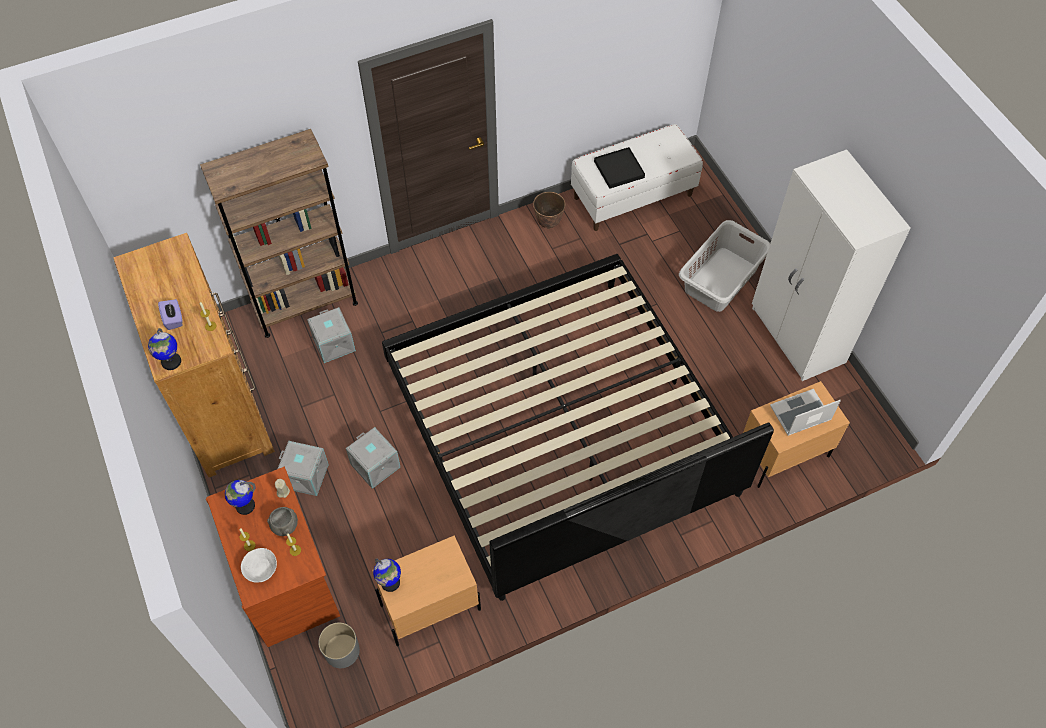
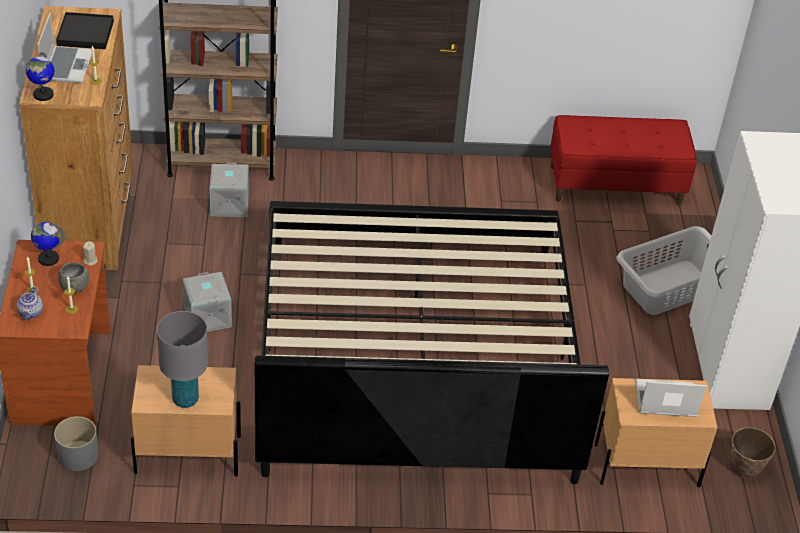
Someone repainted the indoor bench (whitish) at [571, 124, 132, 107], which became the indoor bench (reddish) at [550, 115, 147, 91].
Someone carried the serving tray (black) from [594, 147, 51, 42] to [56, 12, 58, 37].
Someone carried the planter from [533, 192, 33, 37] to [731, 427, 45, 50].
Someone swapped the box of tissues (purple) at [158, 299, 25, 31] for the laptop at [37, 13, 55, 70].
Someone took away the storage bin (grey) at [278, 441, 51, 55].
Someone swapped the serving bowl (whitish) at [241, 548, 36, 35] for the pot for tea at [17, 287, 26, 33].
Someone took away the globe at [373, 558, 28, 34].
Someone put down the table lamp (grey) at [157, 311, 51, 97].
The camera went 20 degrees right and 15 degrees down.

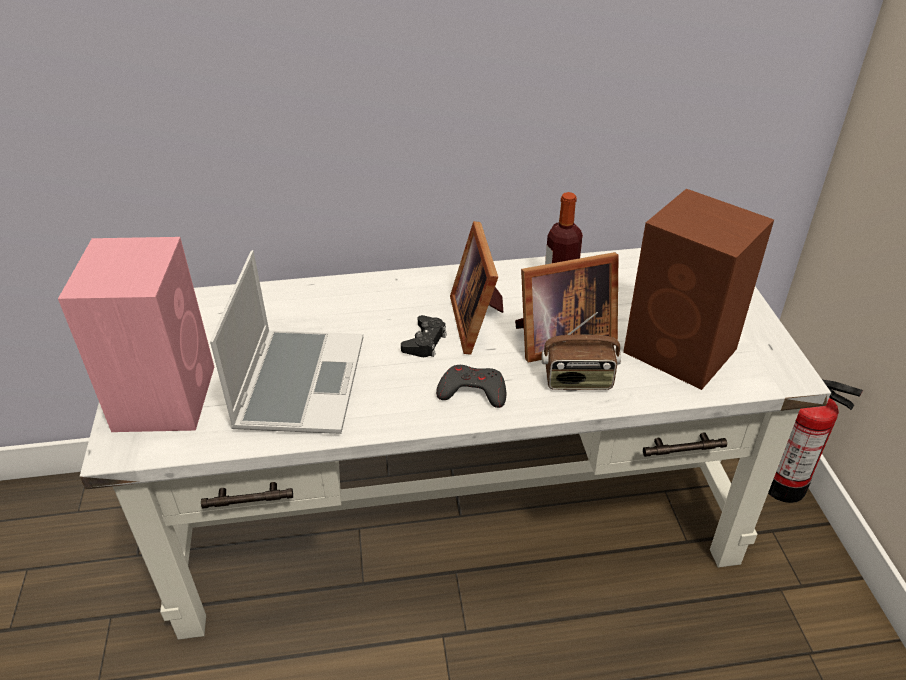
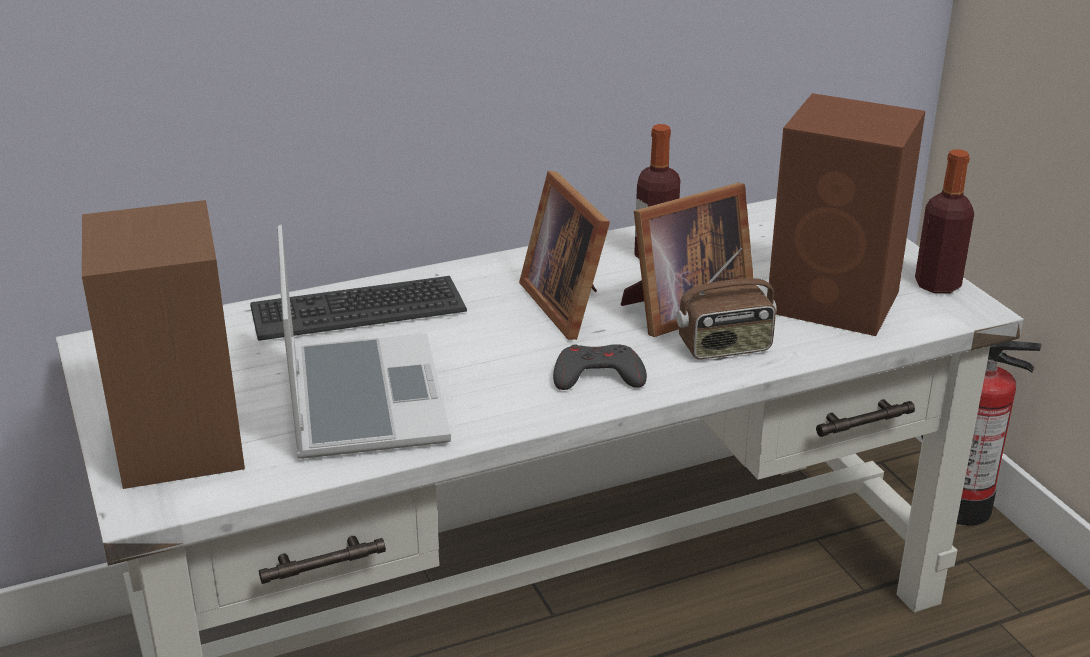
Someone repainted the loudspeaker (pink-coloured) at [58, 237, 156, 195], which became the loudspeaker (brownish) at [82, 200, 163, 289].
Someone took away the joypad (black) at [401, 315, 46, 42].
Someone put down the bottle at [915, 149, 59, 144].
Someone put down the PC keyboard at [250, 276, 217, 65].
The camera went 15 degrees left and 10 degrees down.

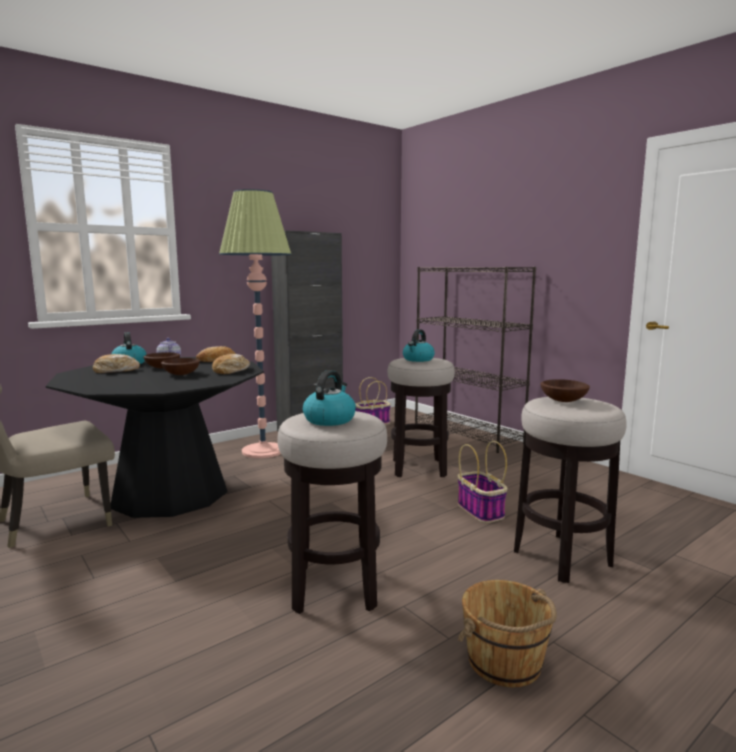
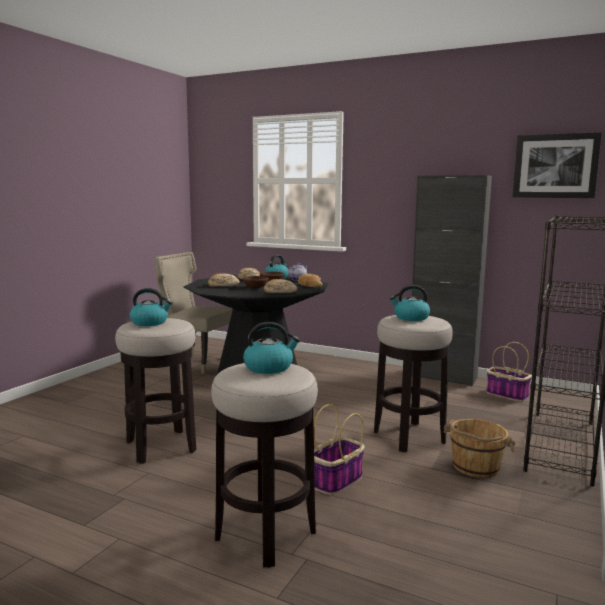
Someone took away the standard lamp at [219, 189, 72, 269].
Someone swapped the serving bowl (brownish) at [540, 379, 50, 23] for the tea kettle at [243, 322, 57, 52].
Someone carried the water bucket (brownish) from [458, 580, 99, 108] to [443, 419, 72, 59].
Someone put up the wall picture at [513, 132, 89, 66].
Someone put down the baked bread at [208, 273, 32, 14].
The camera went 65 degrees right and 0 degrees up.

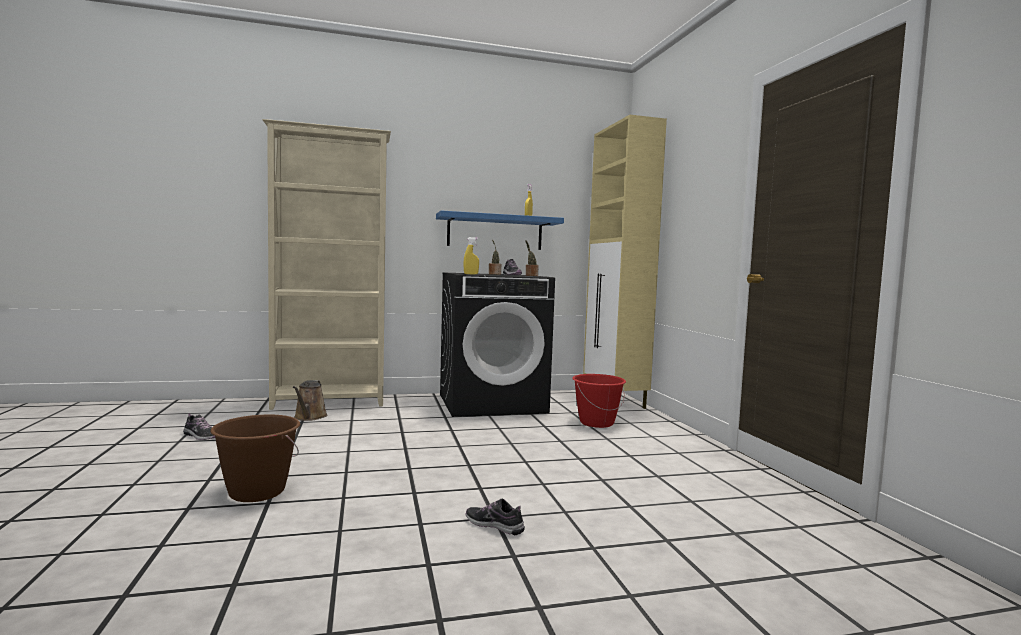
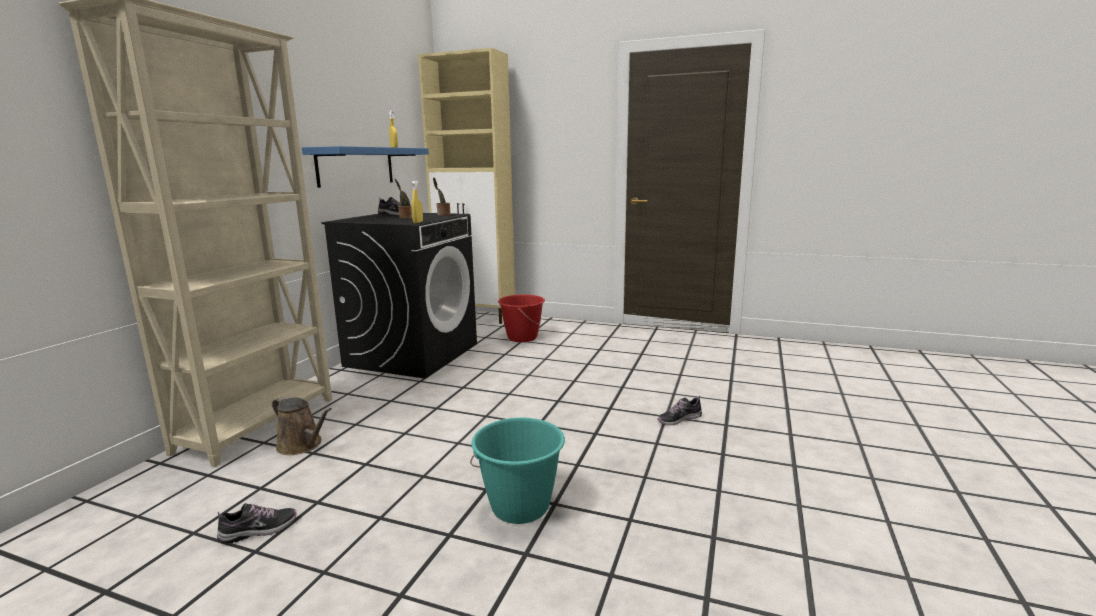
Someone repainted the water bucket (brownish) at [210, 415, 90, 87], which became the water bucket (blue-green) at [470, 418, 95, 106].
The camera went 55 degrees left and 10 degrees up.

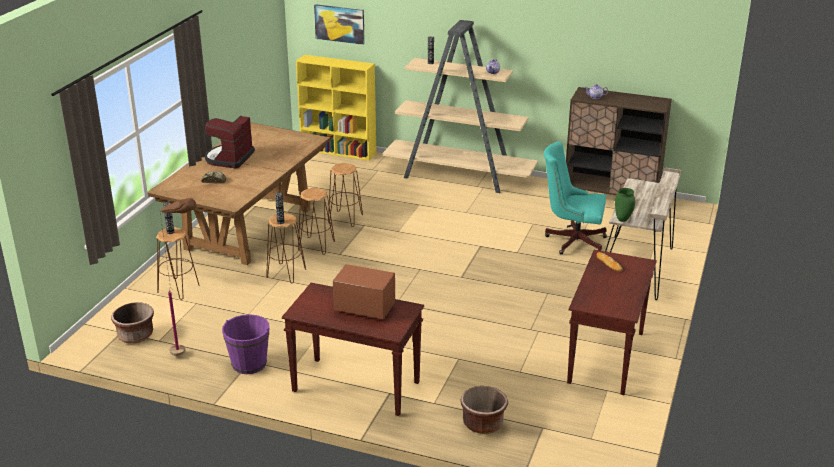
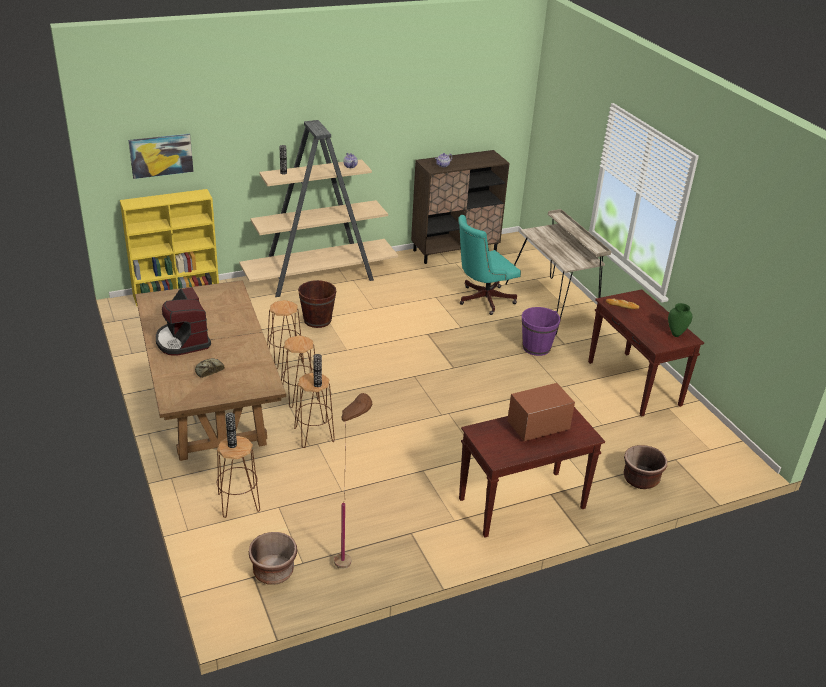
Someone carried the vase (greenish) from [615, 188, 20, 34] to [668, 303, 24, 34].
Someone carried the water bucket (purple) from [222, 314, 48, 60] to [522, 307, 39, 49].
Someone put down the water bucket (brownish) at [298, 280, 38, 48].
The camera went 45 degrees left and 5 degrees up.

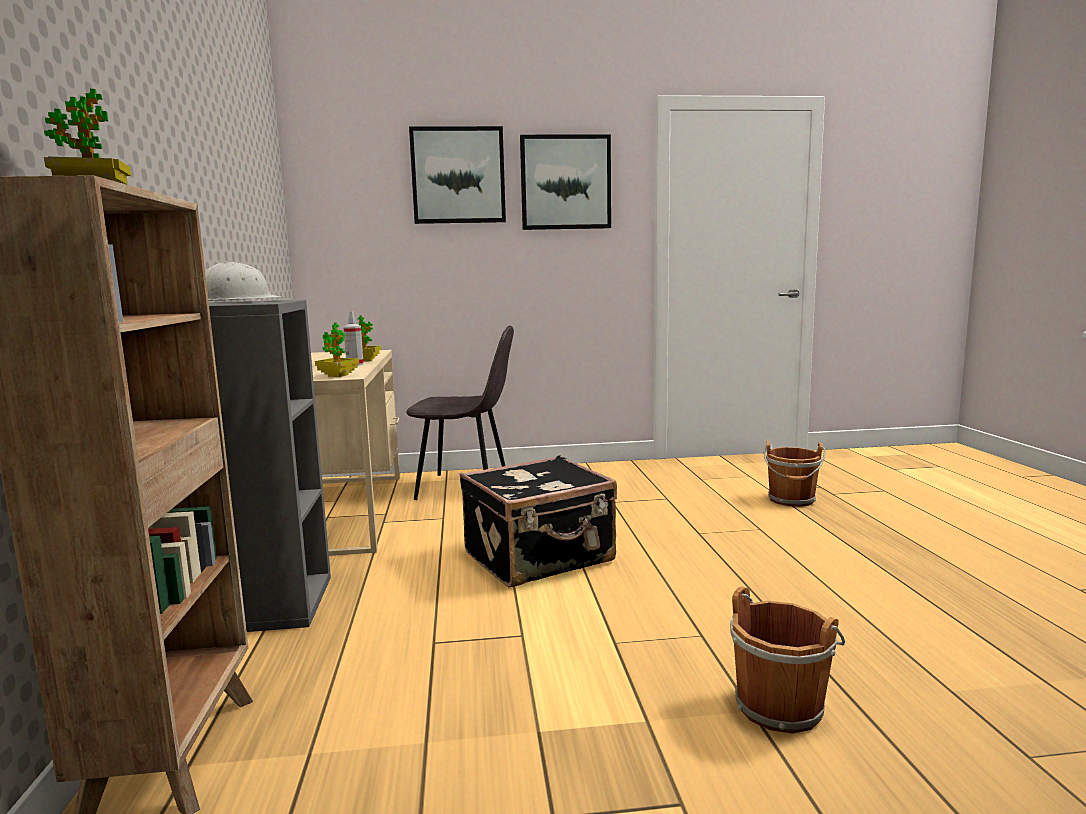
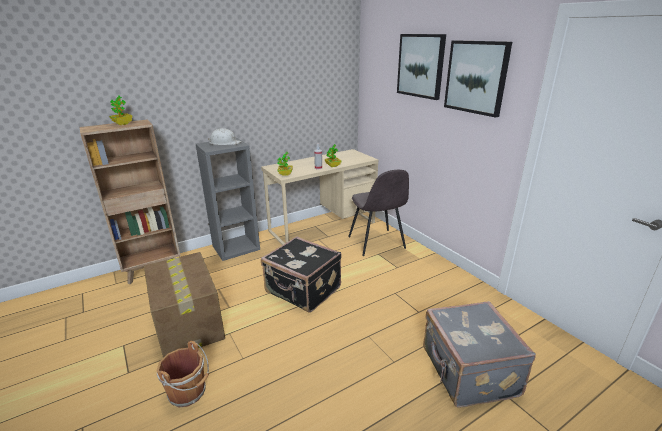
Someone swapped the water bucket (brownish) at [764, 441, 62, 66] for the suitcase (grey) at [423, 301, 113, 107].
Someone put down the packing box at [144, 252, 81, 106].
The camera went 65 degrees right and 15 degrees up.

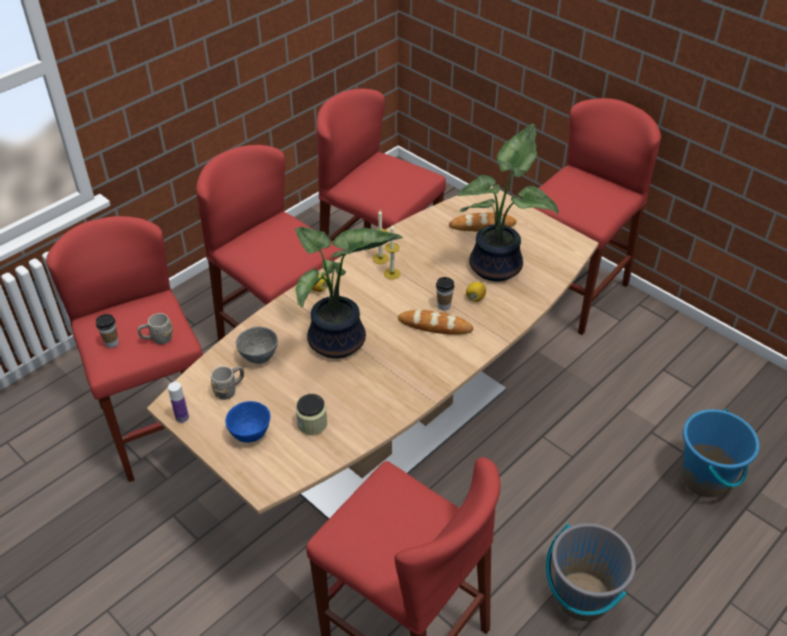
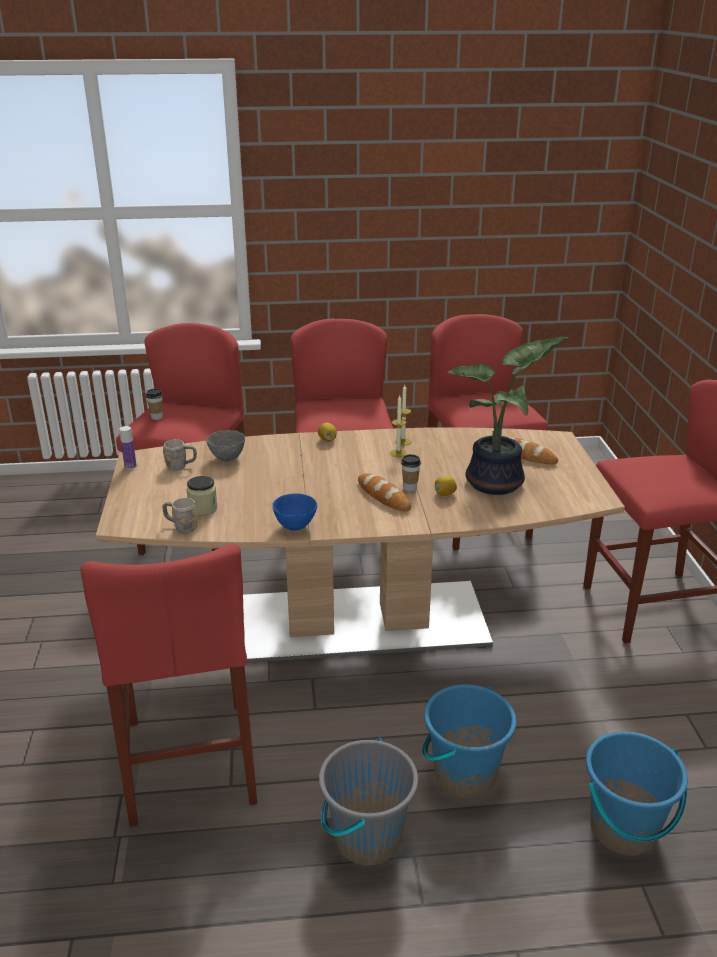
Someone took away the potted plant at [294, 227, 109, 132].
Someone carried the coffee mug (grey) from [137, 313, 36, 32] to [162, 498, 35, 35].
Someone carried the serving bowl (blue-coloured) from [225, 401, 45, 42] to [272, 494, 45, 37].
Someone put down the water bucket (blue-coloured) at [422, 684, 94, 115].
The camera went 40 degrees right and 15 degrees down.

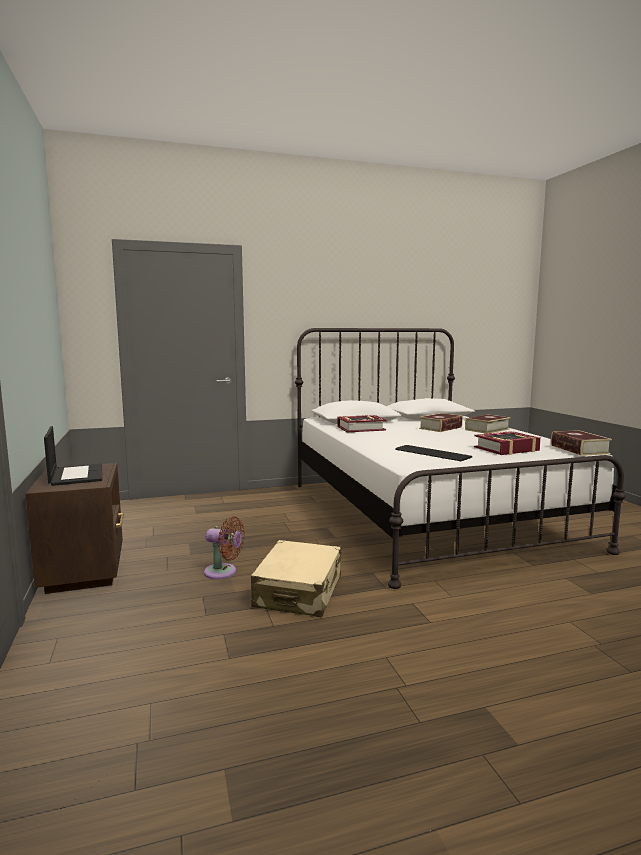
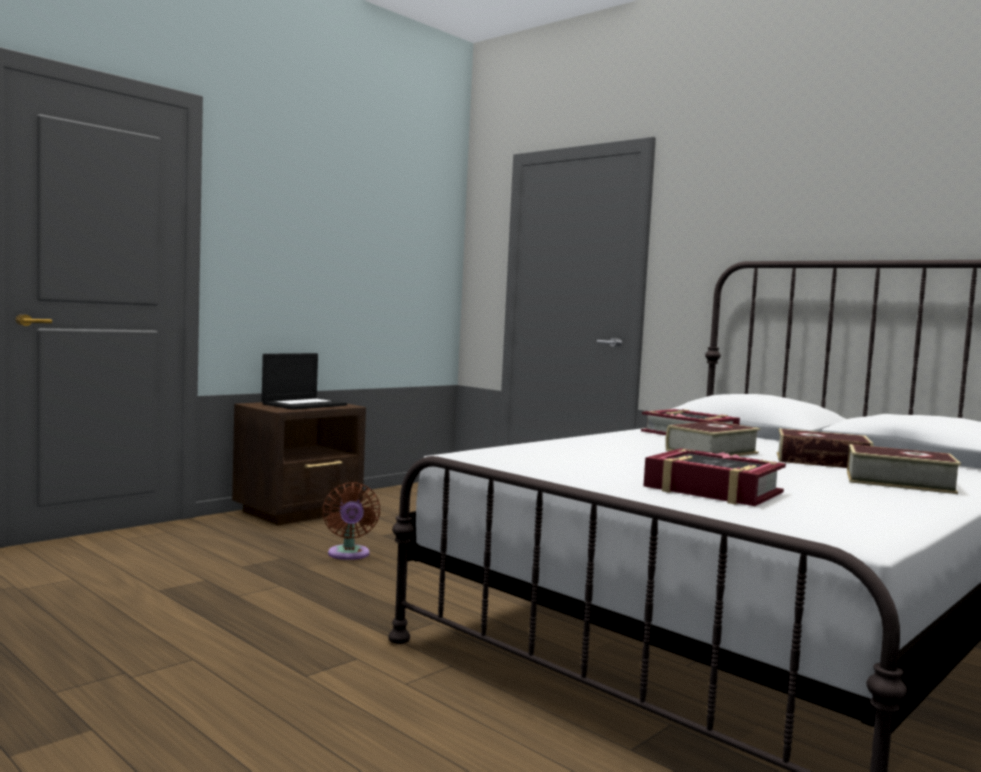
Someone carried the book from [551, 430, 61, 26] to [665, 421, 96, 35].
Someone took away the PC keyboard at [395, 445, 78, 16].
Someone took away the suitcase (beige-coloured) at [251, 540, 90, 77].
The camera went 60 degrees right and 5 degrees down.

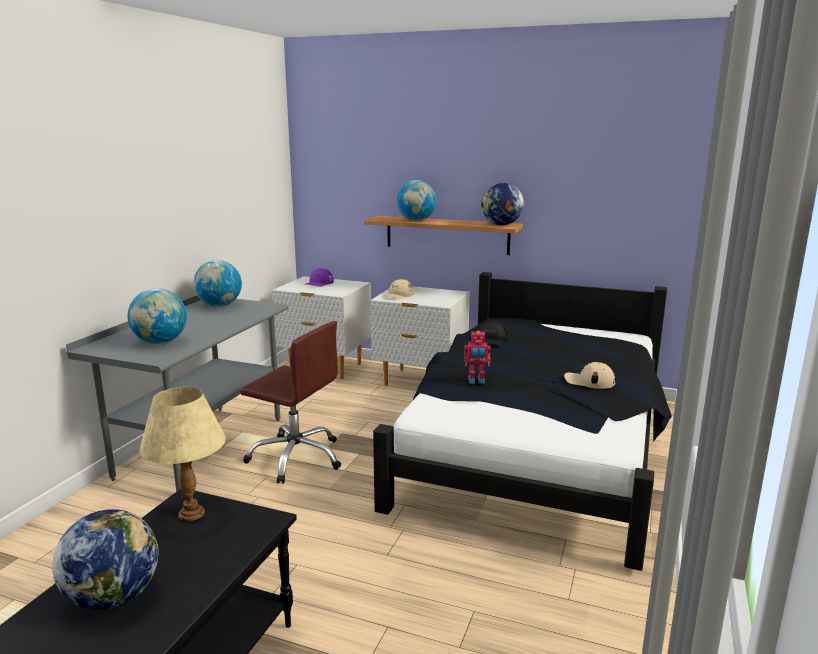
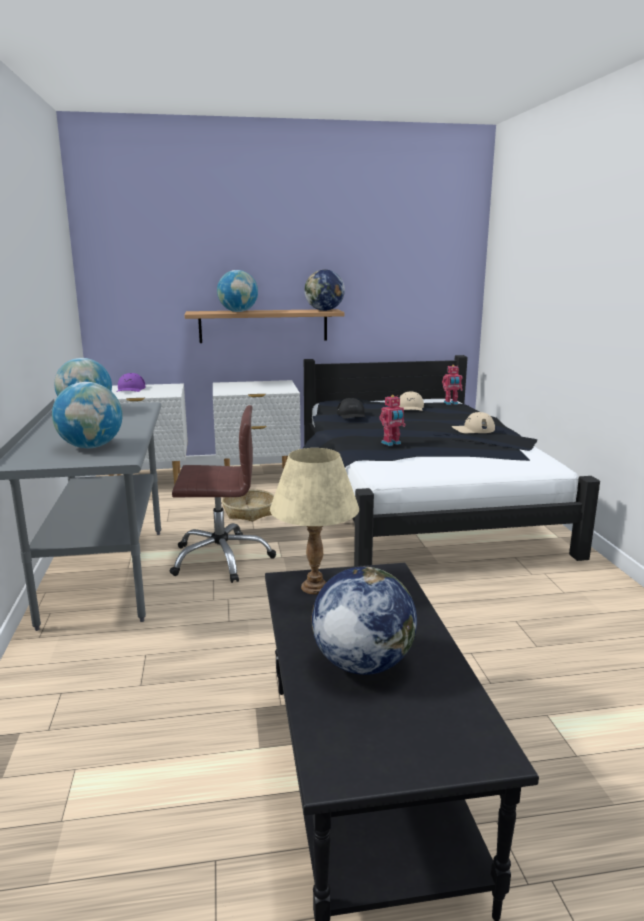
Someone carried the baseball cap (beige-coloured) from [384, 279, 30, 20] to [398, 391, 26, 20].
Someone put down the toy robot at [442, 365, 21, 40].
Someone put down the storage basket at [222, 489, 52, 33].
The camera went 30 degrees left and 0 degrees up.

